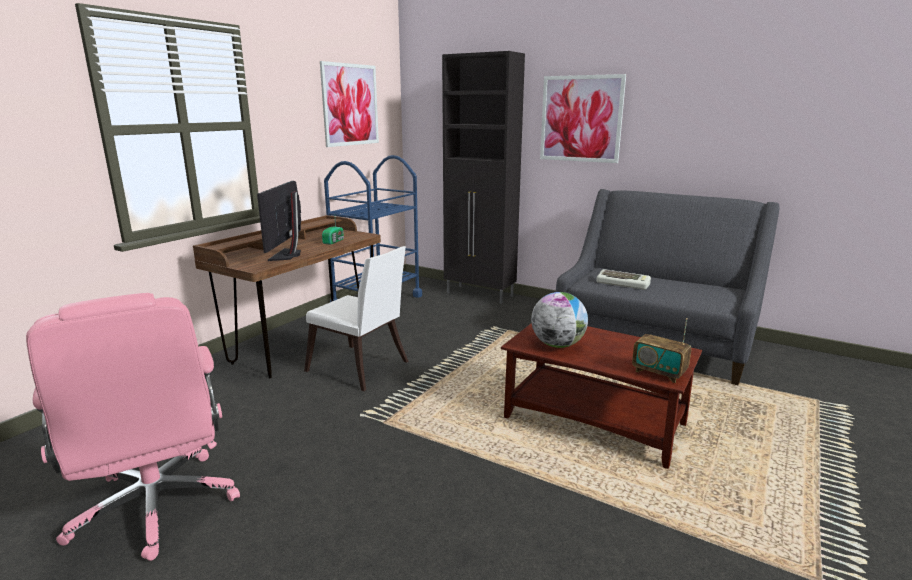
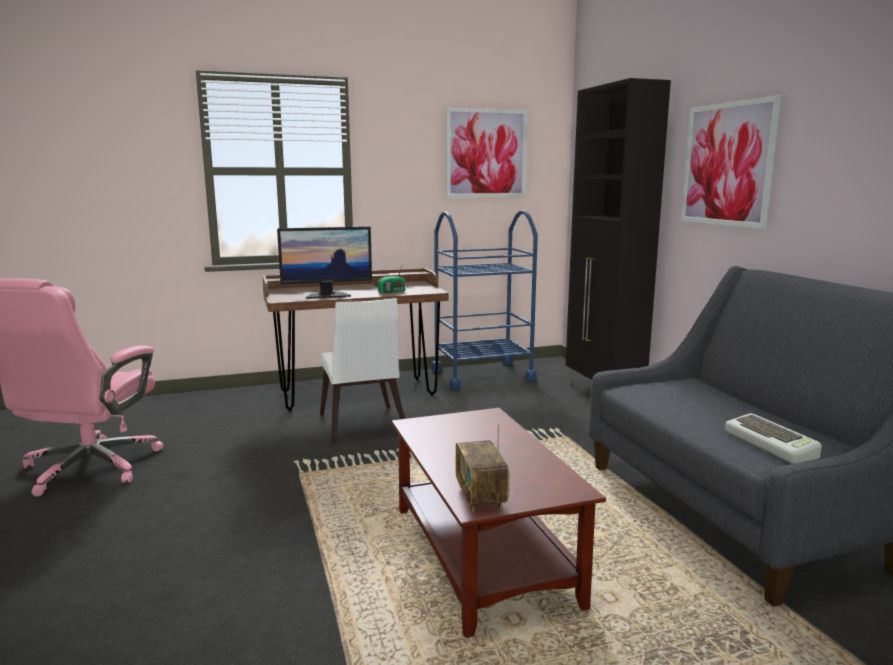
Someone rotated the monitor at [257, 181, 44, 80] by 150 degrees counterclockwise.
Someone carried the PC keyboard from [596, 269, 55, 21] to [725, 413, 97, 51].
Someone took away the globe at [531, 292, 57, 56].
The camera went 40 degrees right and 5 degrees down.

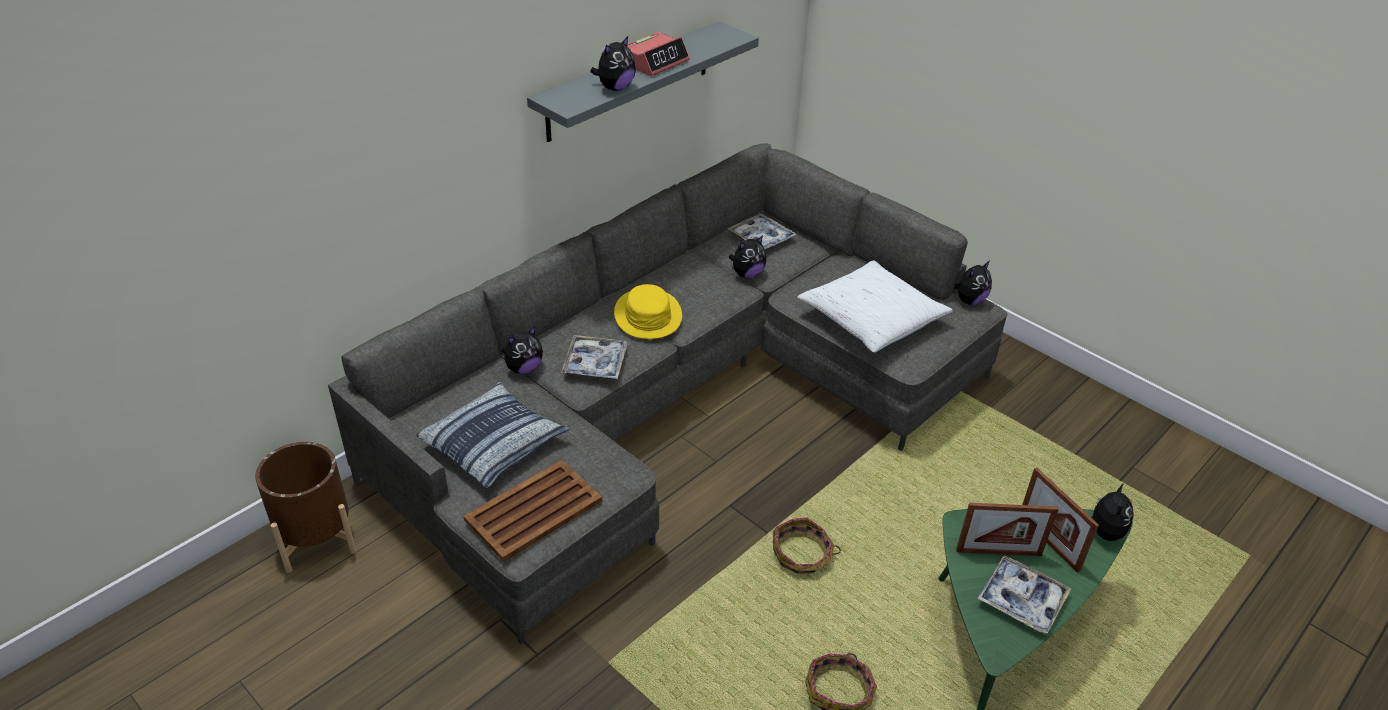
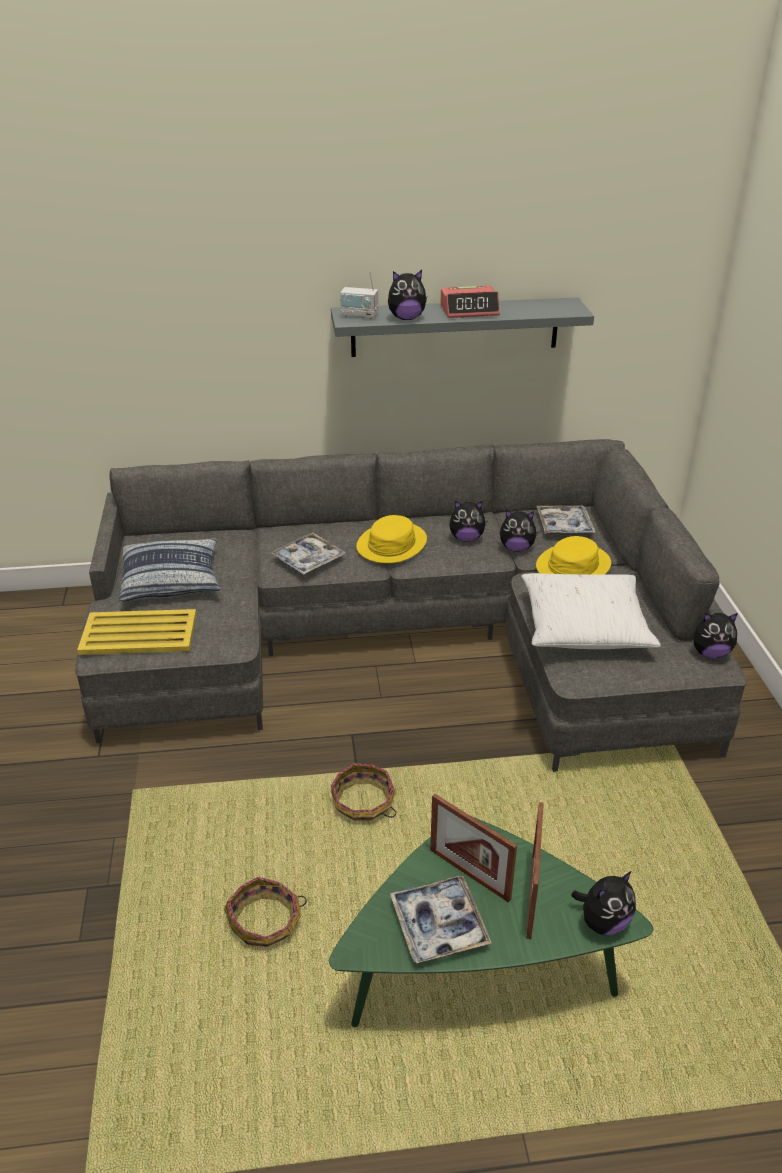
Someone carried the plush toy from [502, 326, 41, 48] to [449, 501, 39, 41].
Someone took away the planter (brownish) at [255, 442, 102, 131].
Someone repainted the serving tray (brownish) at [463, 460, 139, 102], which became the serving tray (yellow-coloured) at [77, 609, 119, 46].
Someone put down the radio receiver at [340, 271, 38, 48].
Someone put down the clothing hat (yellow-coloured) at [536, 536, 75, 39].
The camera went 40 degrees right and 5 degrees down.

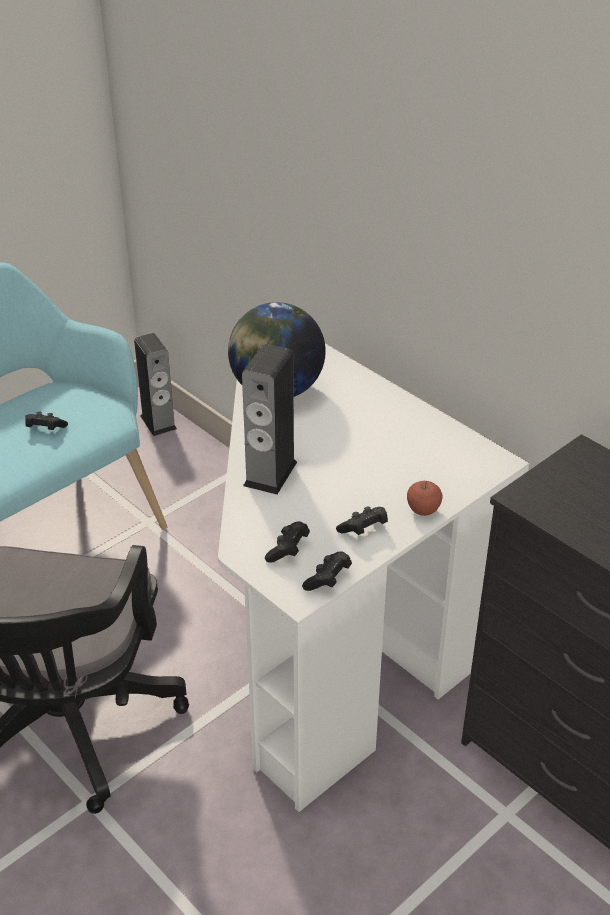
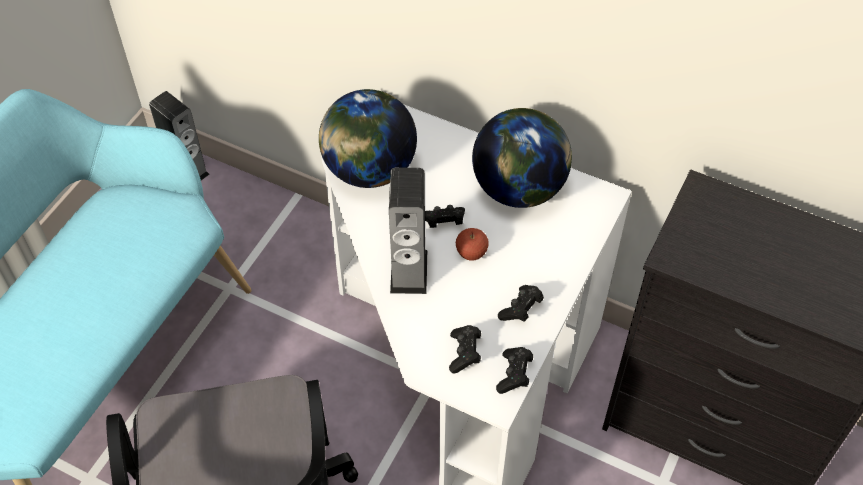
Someone carried the joypad (black) from [25, 411, 43, 19] to [425, 205, 40, 23].
Someone carried the apple from [407, 481, 35, 35] to [456, 228, 33, 33].
Someone put down the globe at [472, 108, 100, 100].
The camera went 20 degrees left and 15 degrees up.

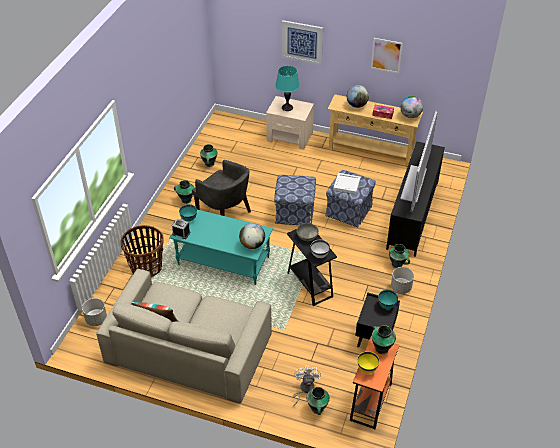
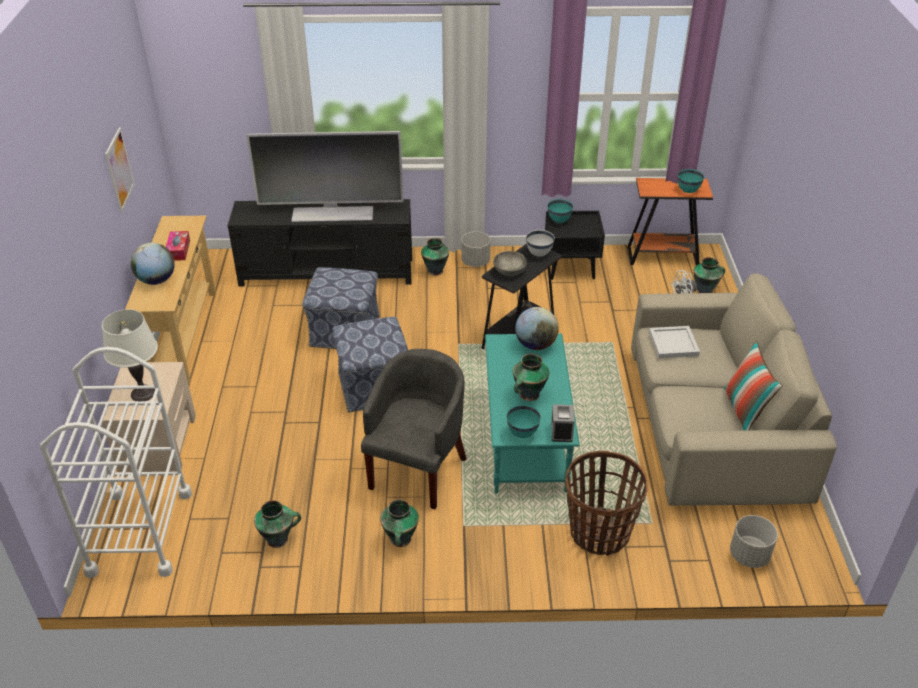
Someone took away the wall picture at [282, 20, 41, 45].
Someone repainted the table lamp (blue-green) at [275, 66, 25, 45], which became the table lamp (whitish) at [102, 309, 56, 92].
Someone took away the globe at [400, 95, 23, 23].
Someone carried the serving tray (whitish) from [333, 173, 28, 21] to [649, 326, 51, 33].
Someone carried the vase from [372, 325, 24, 29] to [513, 354, 36, 47].
Someone repainted the serving bowl (yellow-coloured) at [357, 351, 23, 23], which became the serving bowl (blue-green) at [678, 169, 26, 24].
Someone put down the trolley (whitish) at [40, 347, 152, 231].
The camera went 110 degrees left and 5 degrees down.

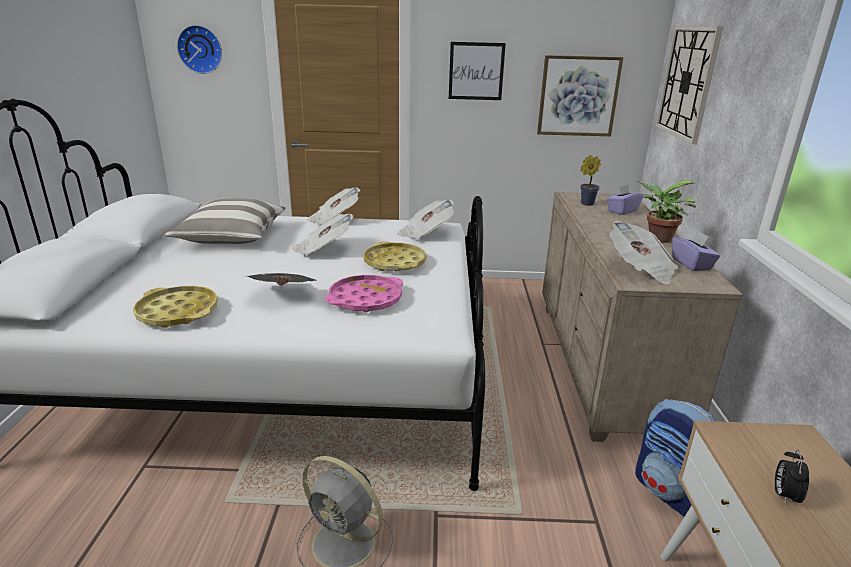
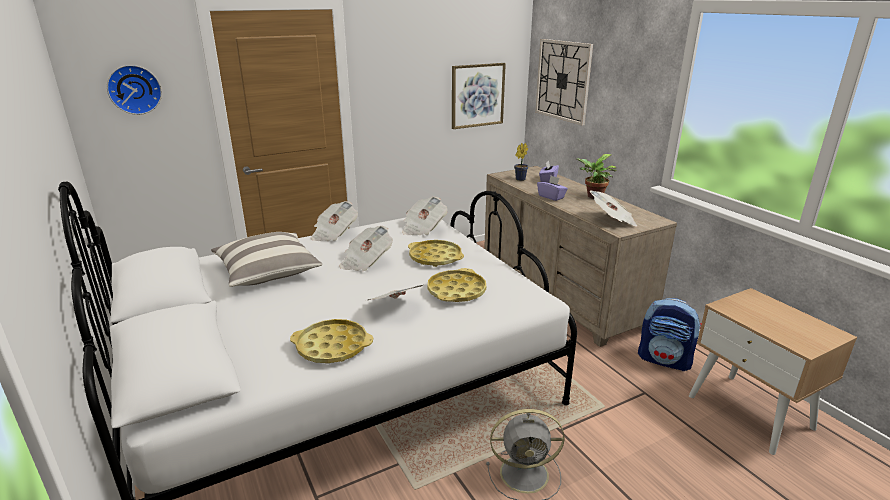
Someone took away the wall picture at [449, 42, 57, 58].
Someone carried the box of tissues (purple) from [672, 231, 48, 40] to [537, 176, 31, 25].
Someone repainted the serving tray (pink-coloured) at [325, 275, 78, 37], which became the serving tray (yellow-coloured) at [427, 268, 59, 34].
Someone took away the alarm clock at [775, 449, 34, 56].
The camera went 30 degrees left and 0 degrees up.

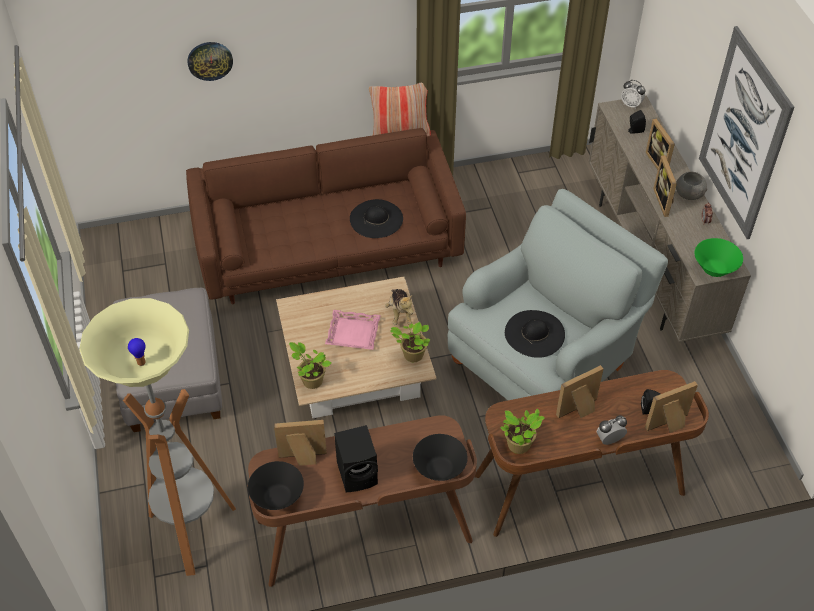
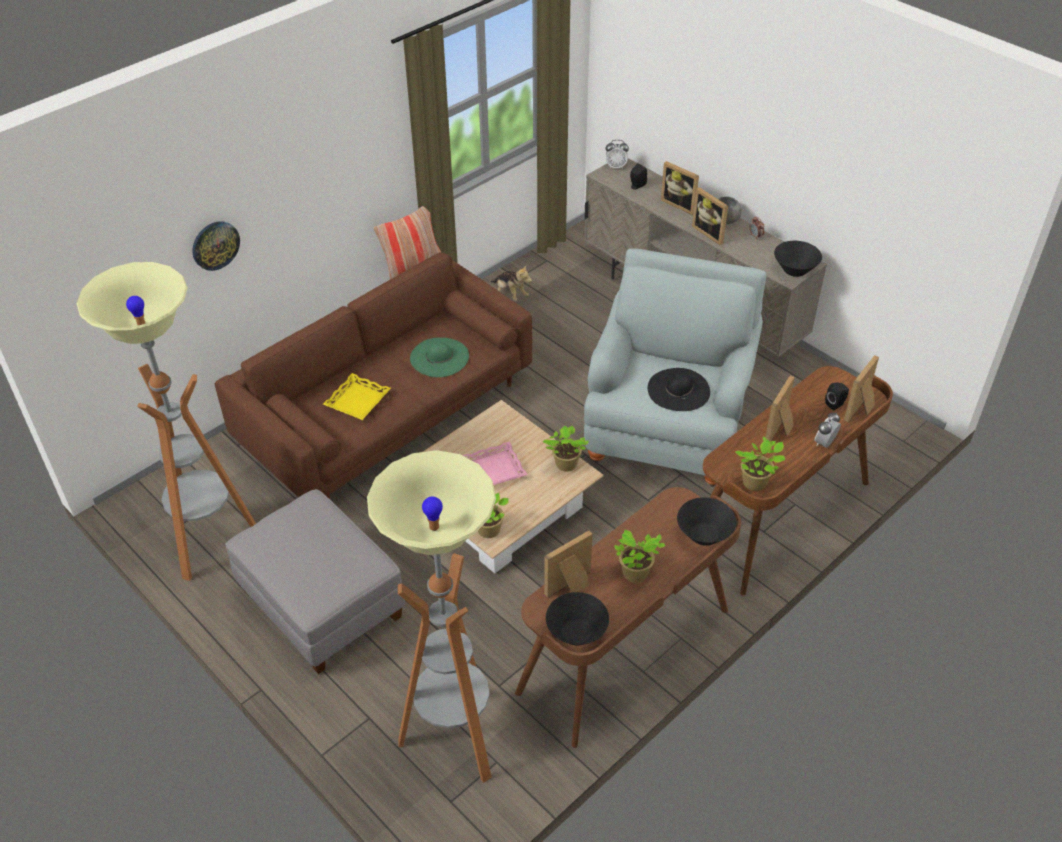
Someone took away the wall picture at [699, 26, 95, 213].
Someone repainted the clothing hat (black) at [350, 199, 53, 39], which became the clothing hat (greenish) at [410, 337, 59, 40].
Someone repainted the serving bowl (greenish) at [695, 238, 48, 39], which became the serving bowl (black) at [774, 241, 48, 36].
Someone carried the plush toy from [385, 289, 28, 36] to [491, 266, 41, 35].
Someone swapped the loudspeaker (black) at [334, 425, 44, 67] for the potted plant at [614, 530, 52, 53].
Someone put down the standard lamp at [77, 262, 179, 319].
Someone put down the serving tray (yellow-coloured) at [323, 373, 68, 47].
The camera went 30 degrees left and 5 degrees down.

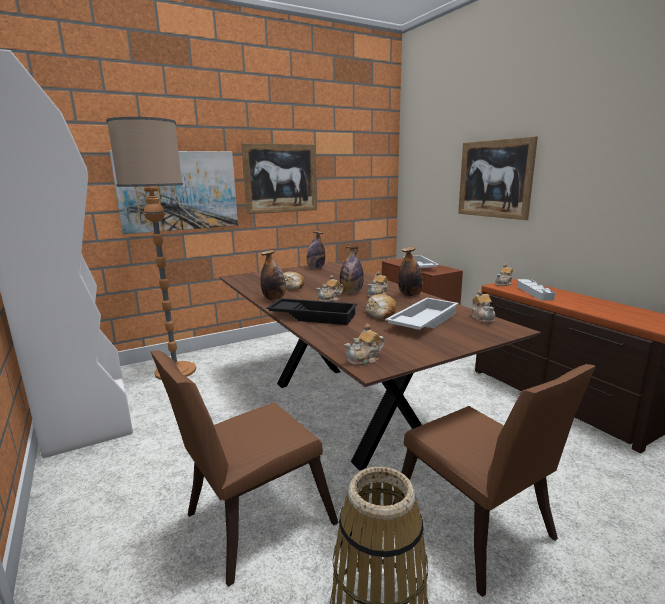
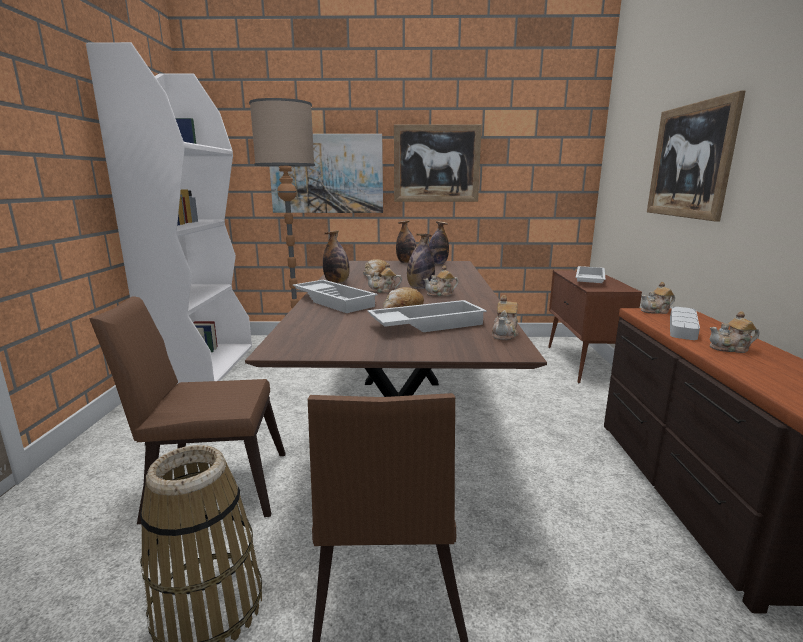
Someone carried the bottle from [398, 247, 25, 49] to [396, 220, 21, 43].
Someone repainted the serving tray (black) at [266, 298, 91, 27], which became the serving tray (whitish) at [293, 280, 85, 33].
Someone carried the pot for tea from [344, 324, 41, 42] to [710, 311, 49, 42].
The camera went 30 degrees right and 0 degrees up.

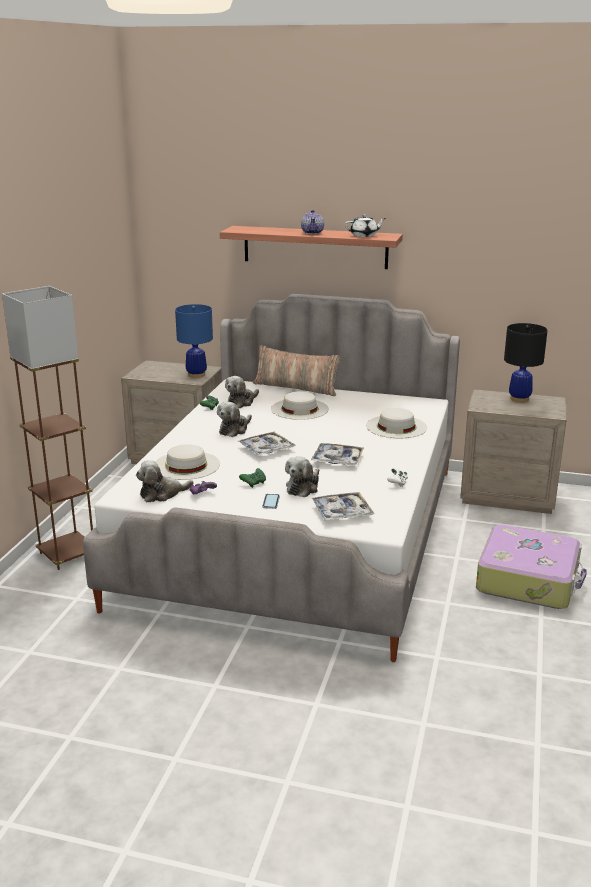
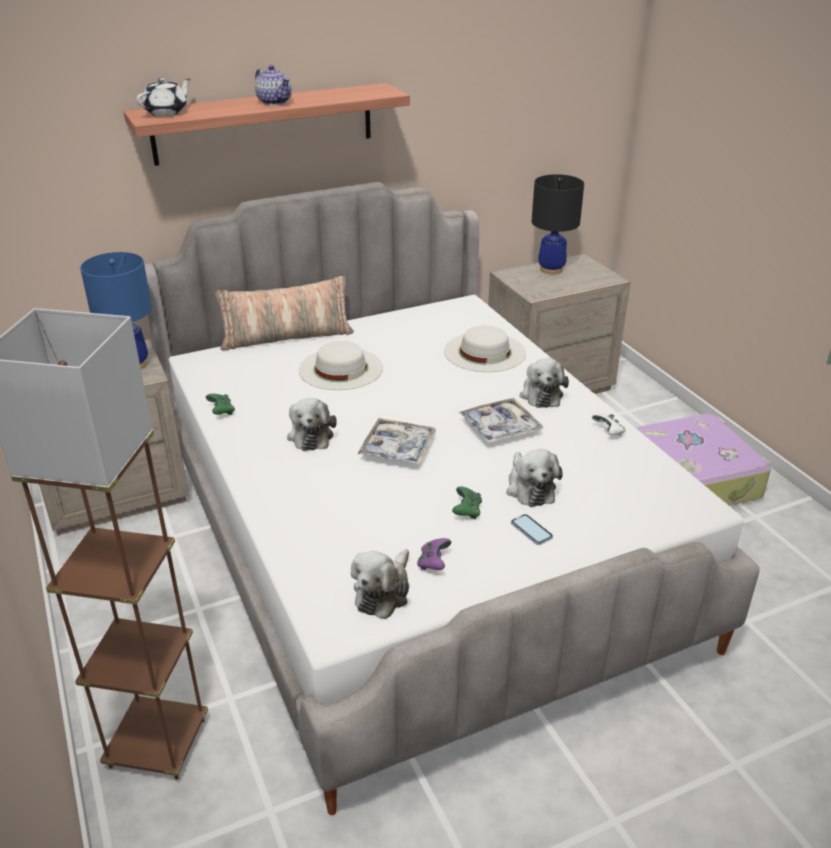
Someone carried the pot for tea (whitish) from [345, 214, 41, 23] to [137, 78, 53, 38].
Someone carried the plush toy from [225, 376, 34, 33] to [520, 358, 49, 50].
Someone took away the clothing hat (whitish) at [155, 444, 65, 36].
Someone took away the serving tray at [312, 492, 63, 28].
The camera went 40 degrees left and 10 degrees up.

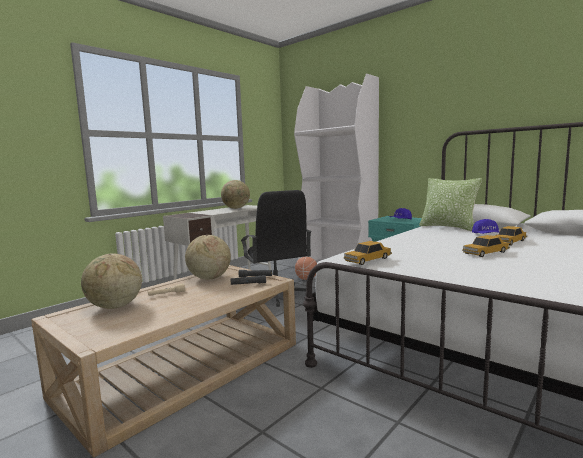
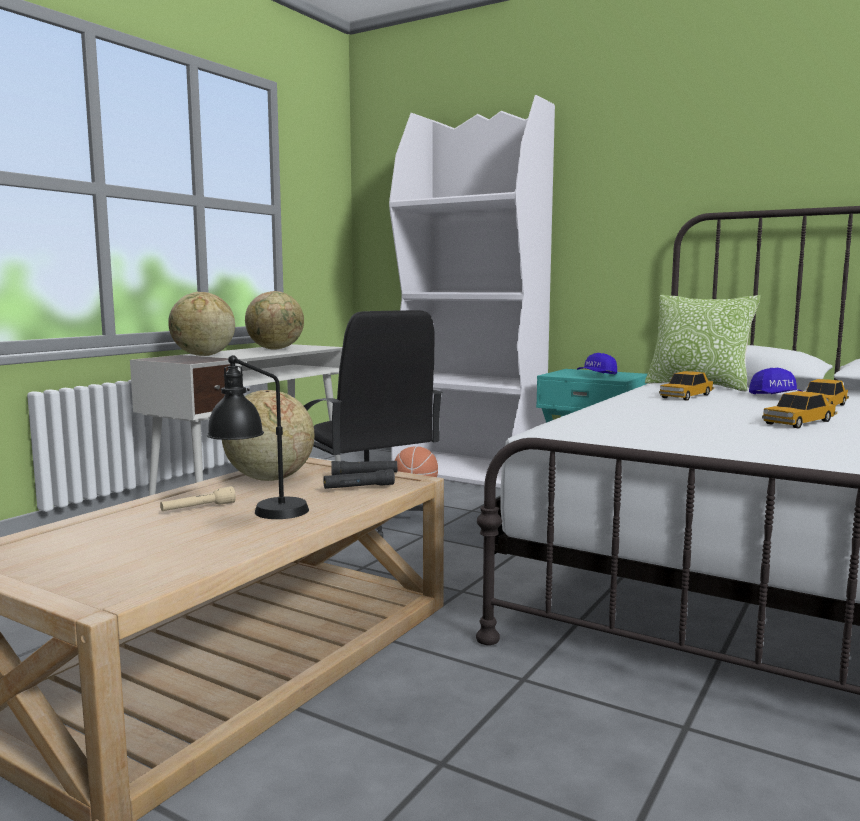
Someone carried the miniature car from [344, 241, 48, 24] to [659, 371, 55, 30].
Someone carried the globe from [81, 254, 61, 55] to [168, 292, 67, 64].
Someone put down the table lamp (black) at [207, 355, 102, 164].
The camera went 10 degrees left and 0 degrees up.

